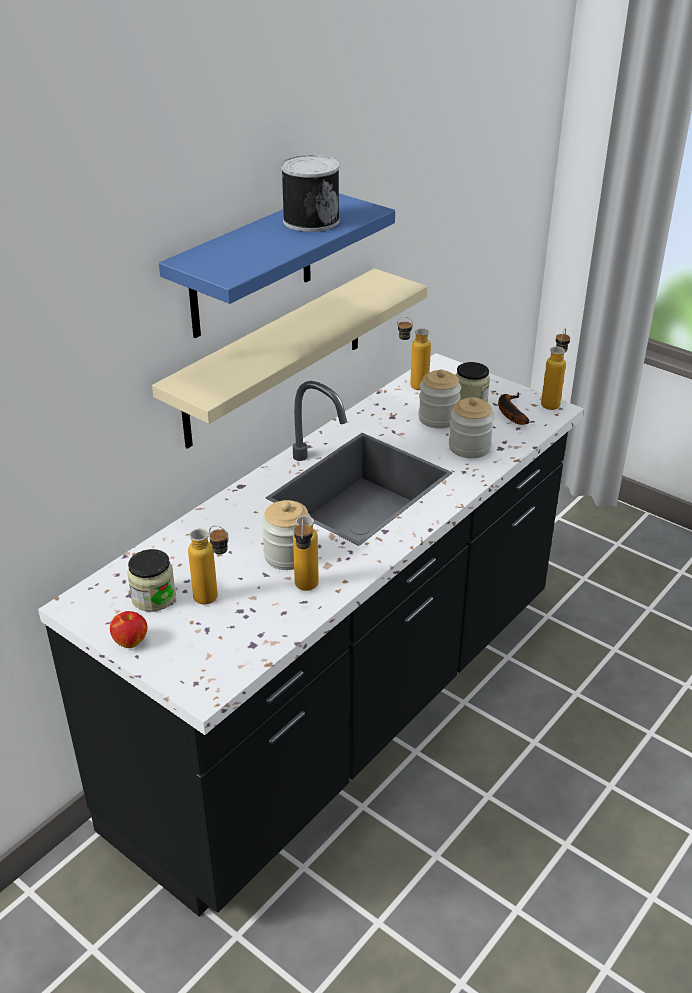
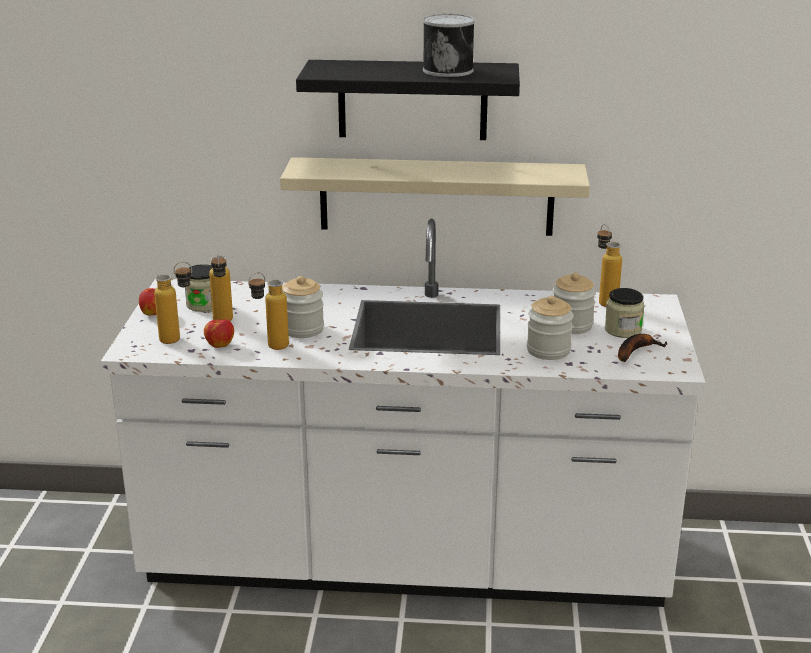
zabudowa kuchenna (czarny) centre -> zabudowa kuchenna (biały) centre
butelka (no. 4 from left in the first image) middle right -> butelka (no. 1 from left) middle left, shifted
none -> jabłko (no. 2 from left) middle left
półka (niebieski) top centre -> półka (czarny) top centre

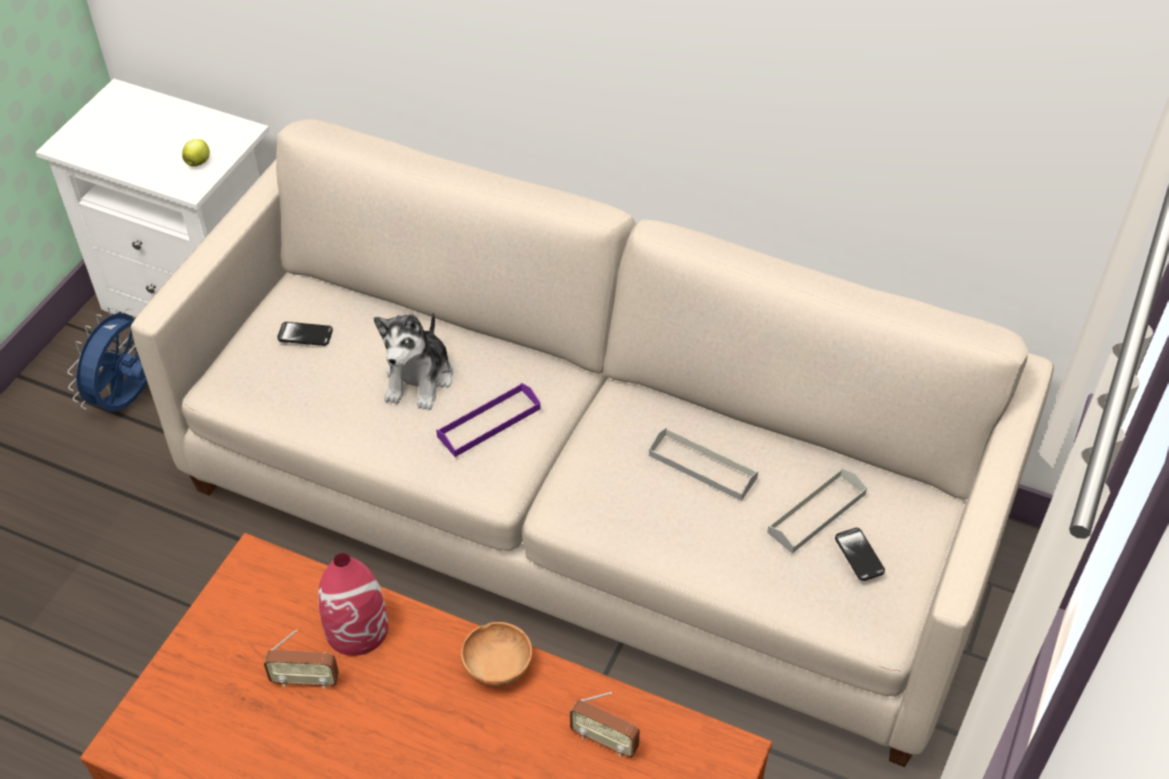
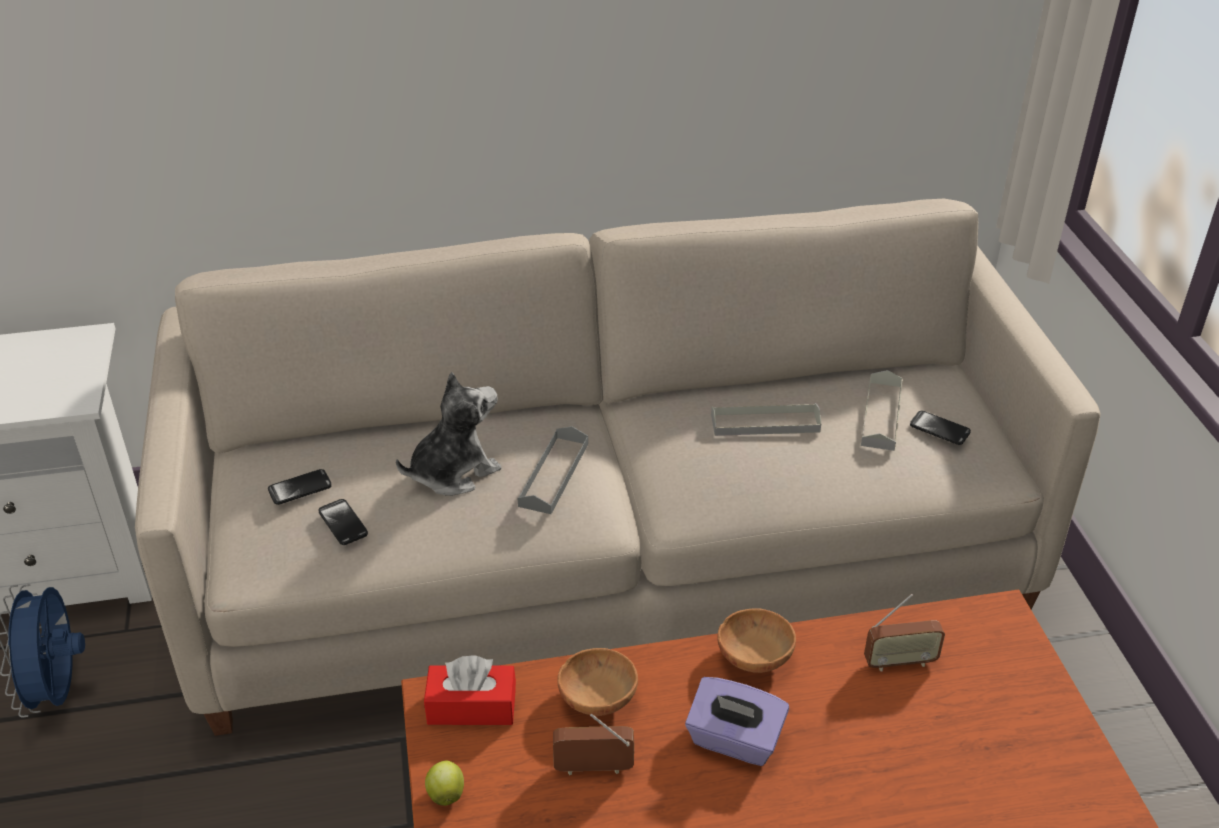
none -> telefon (no. 2 from left) middle left
pluszak centre, 105 degrees counterclockwise
none -> pudełko chusteczek (czerwony) bottom centre
jabłko top left -> jabłko bottom centre, shifted
taca (fioletowy) centre -> taca (szary) (no. 1 from left) centre
radio (no. 1 from left) bottom left -> radio (no. 1 from left) bottom centre, 150 degrees counterclockwise
wazon (czerwony) bottom left -> miska (brązowy) (no. 1 from left) bottom centre
none -> pudełko chusteczek (fioletowy) bottom centre

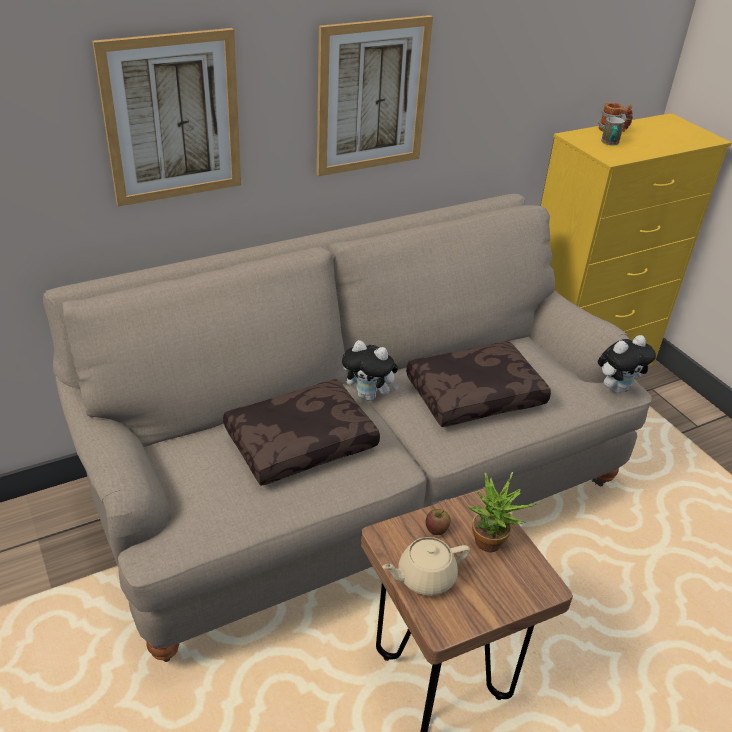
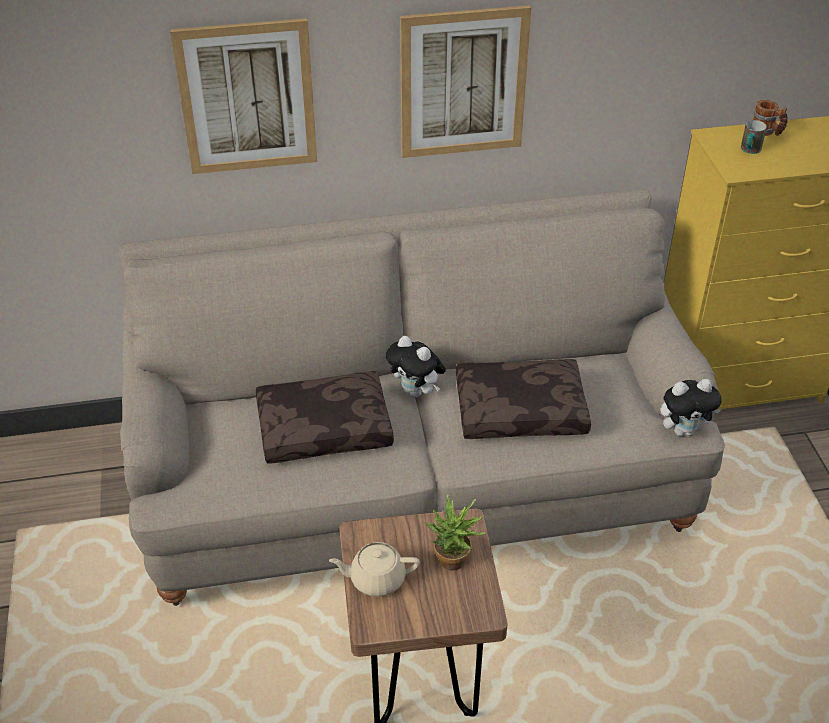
jabłko bottom centre -> none

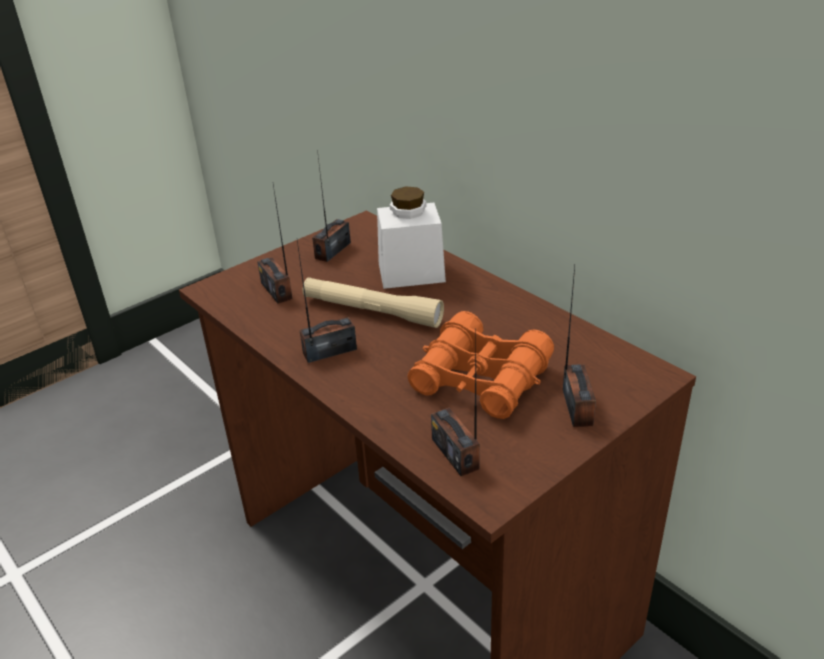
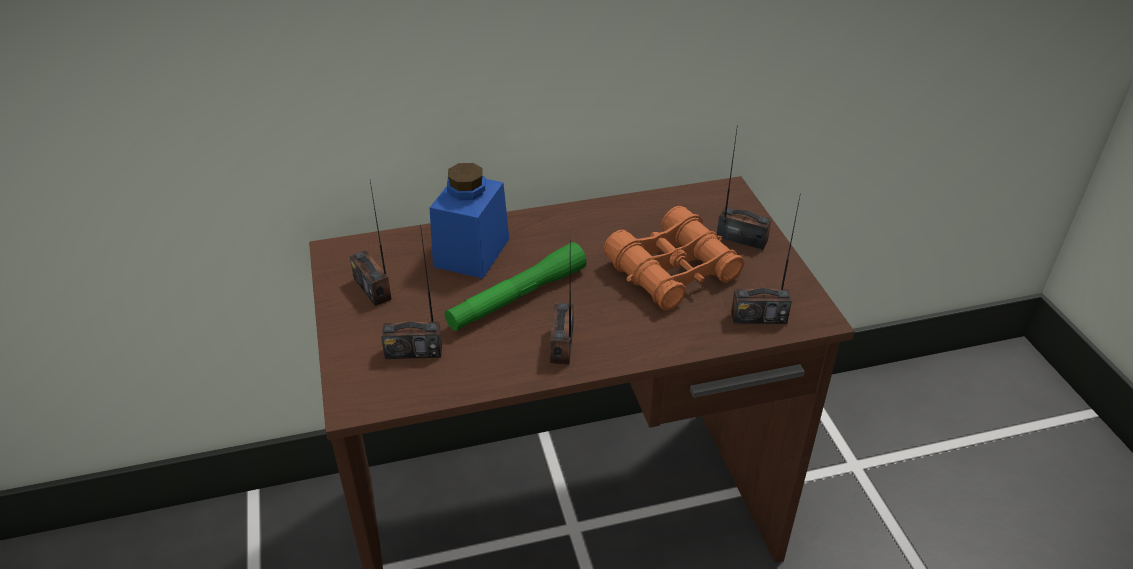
słoik (biały) centre -> słoik (niebieski) centre
latarka (beżowy) centre -> latarka (zielony) centre

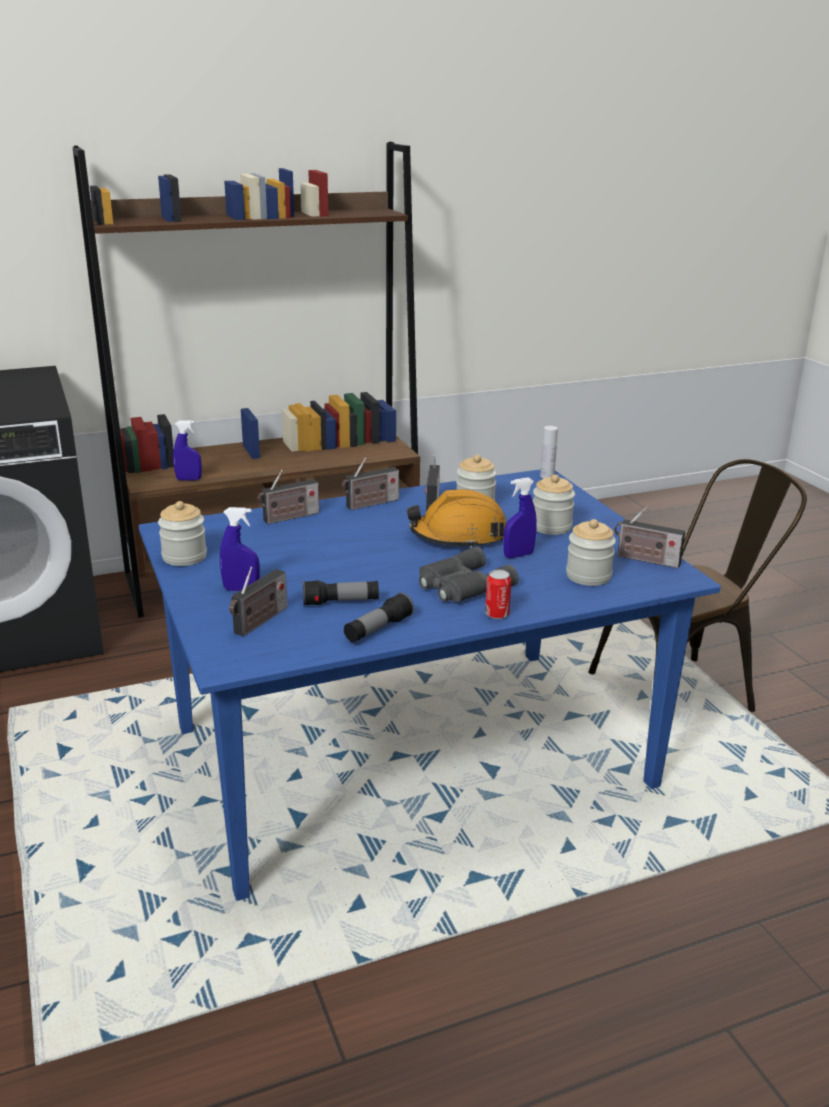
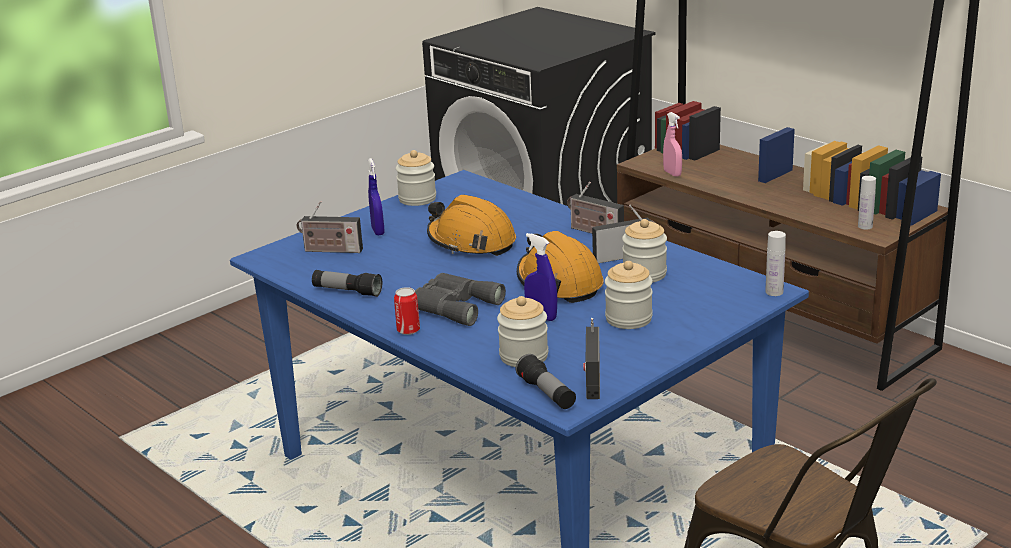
none -> kask (pomarańczowy) (no. 1 from left) centre
latarka (no. 1 from left in the first image) centre -> latarka (no. 2 from left) bottom centre, shifted
spryskiwacz (niebieski) (no. 1 from left) middle left -> spryskiwacz (różowy) top centre
none -> butelka (biały) (no. 2 from left) middle right
radio (no. 2 from left) centre -> none

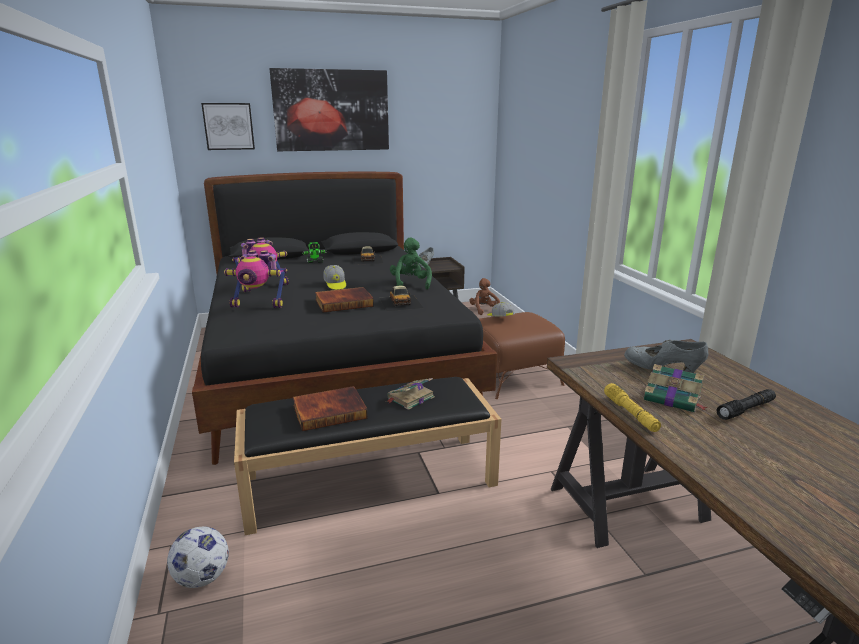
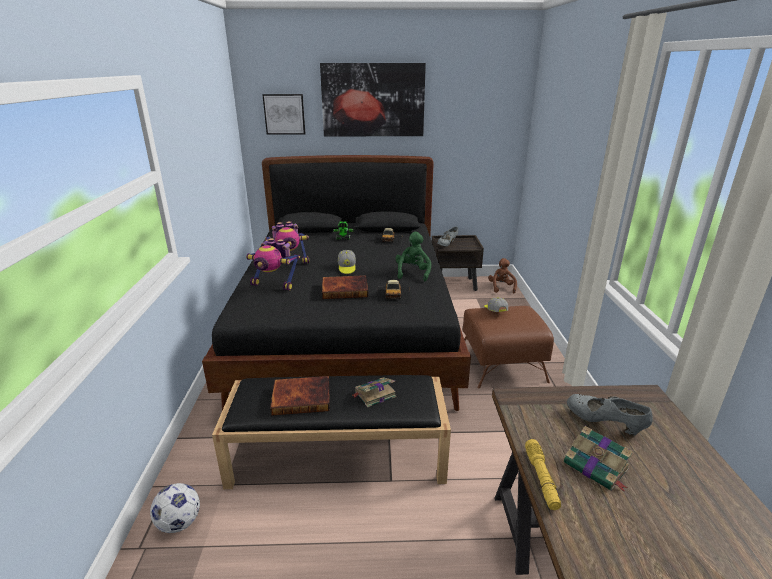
latarka (czarny) middle right -> none

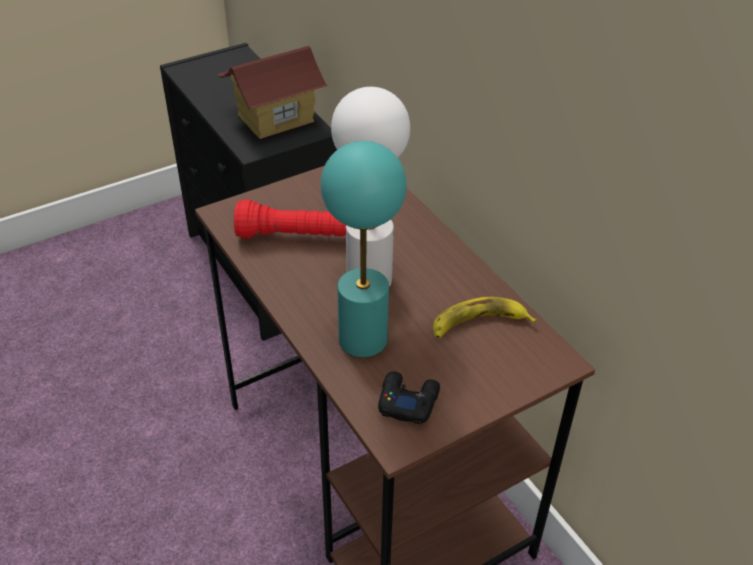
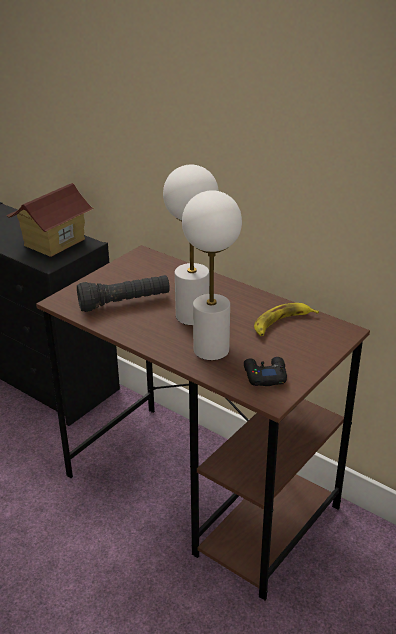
latarka (czerwony) centre -> latarka (czarny) middle left
lampa stołowa (turkusowy) centre -> lampa stołowa (biały) (no. 2 from left) centre

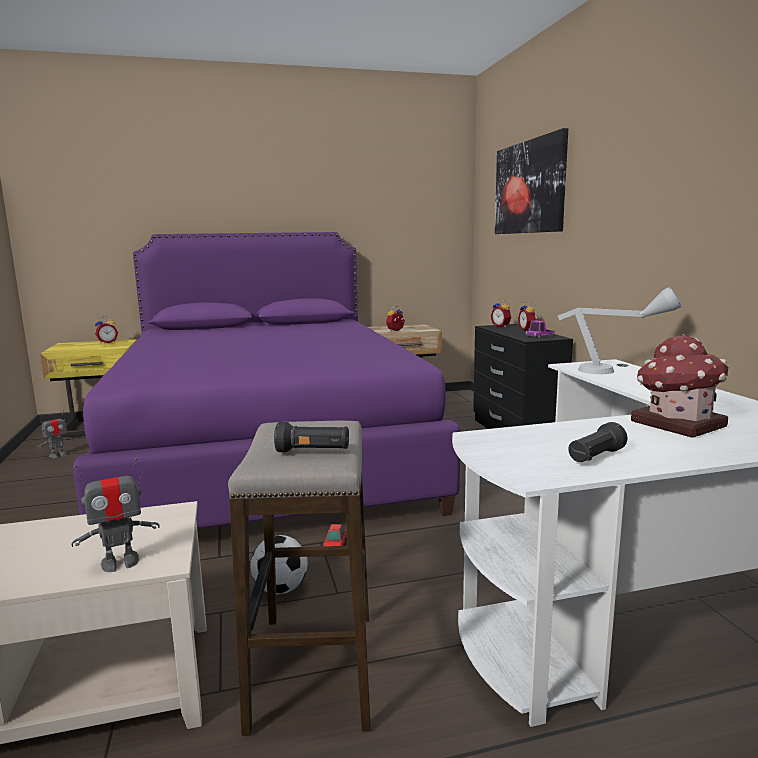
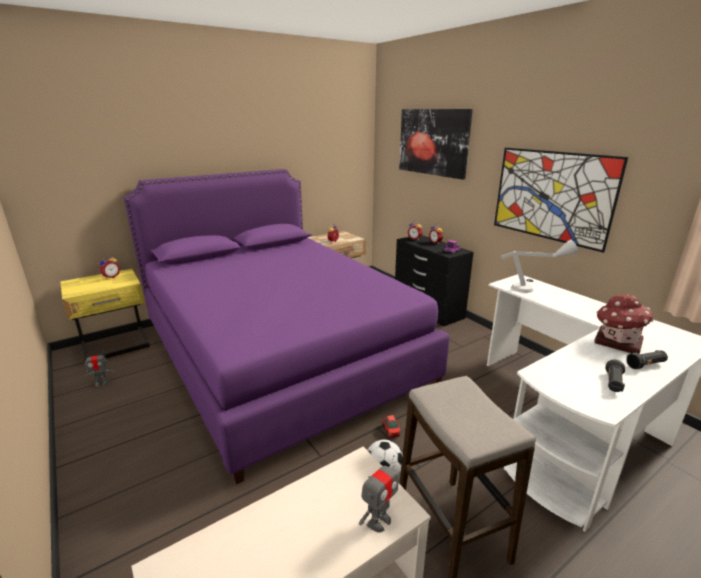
robot zabawkowy (no. 1 from left) middle left, 45 degrees clockwise
none -> obraz (no. 2 from left) middle right
latarka (czarny) (no. 1 from left in the first image) centre -> latarka (czarny) (no. 2 from left) middle right, shifted

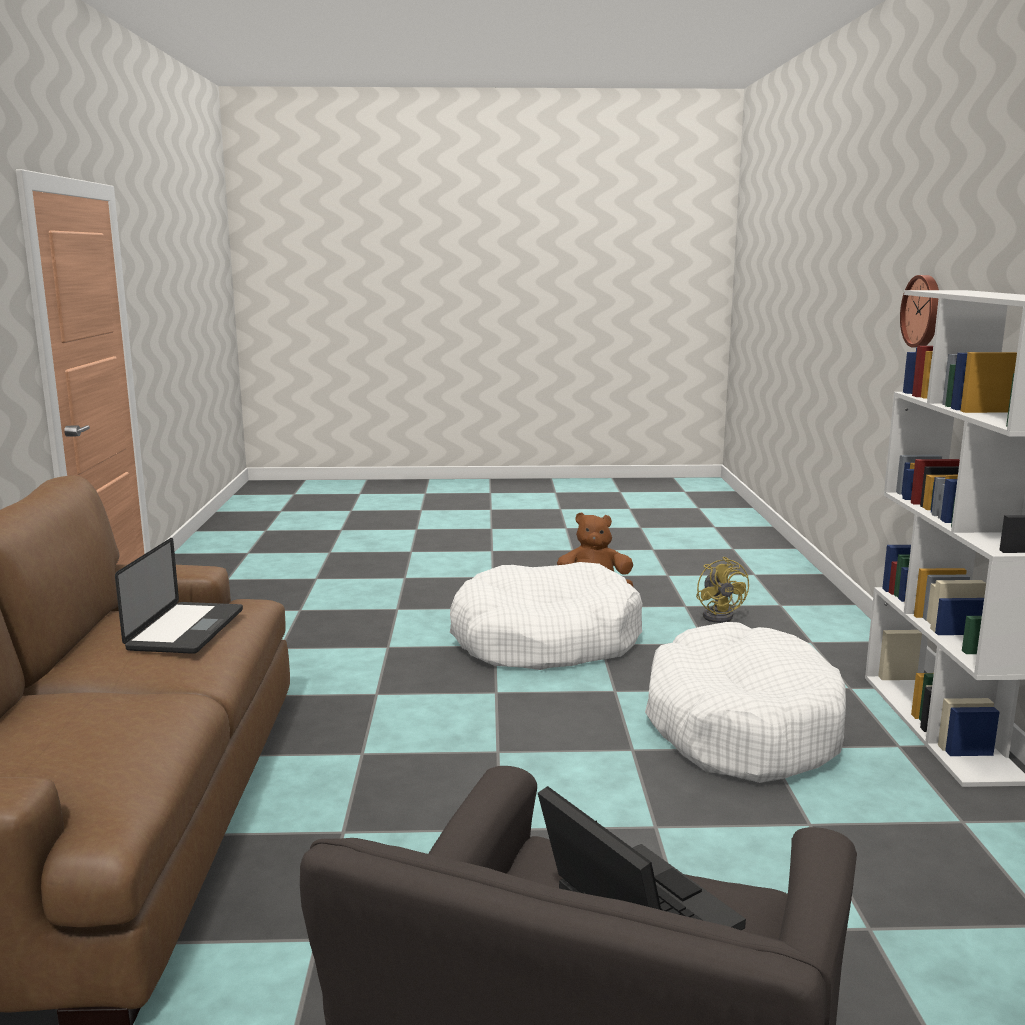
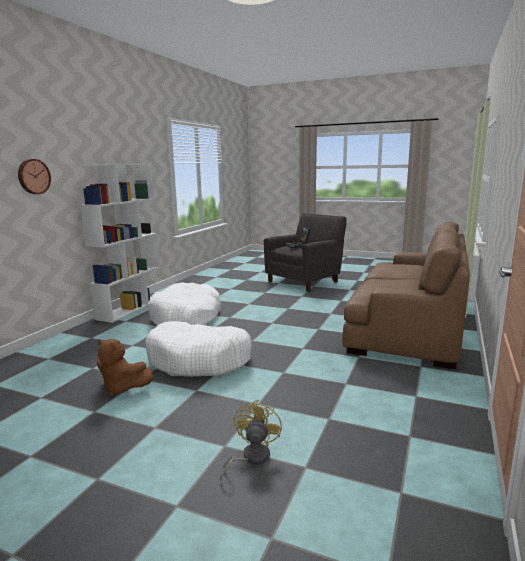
wentylator (żółty) middle right -> wentylator (żółty) bottom centre, shifted
laptop (no. 1 from left) middle left -> none

